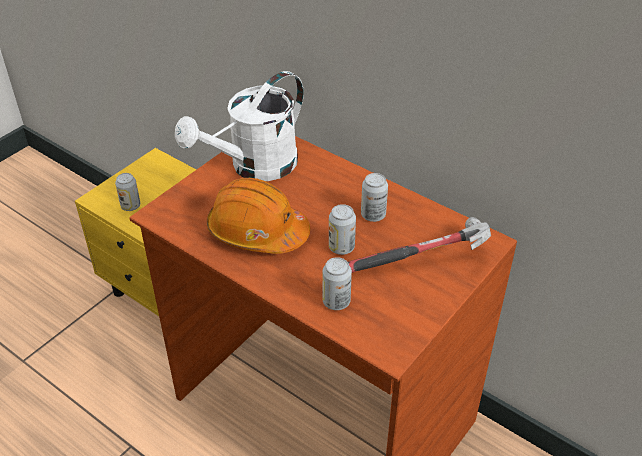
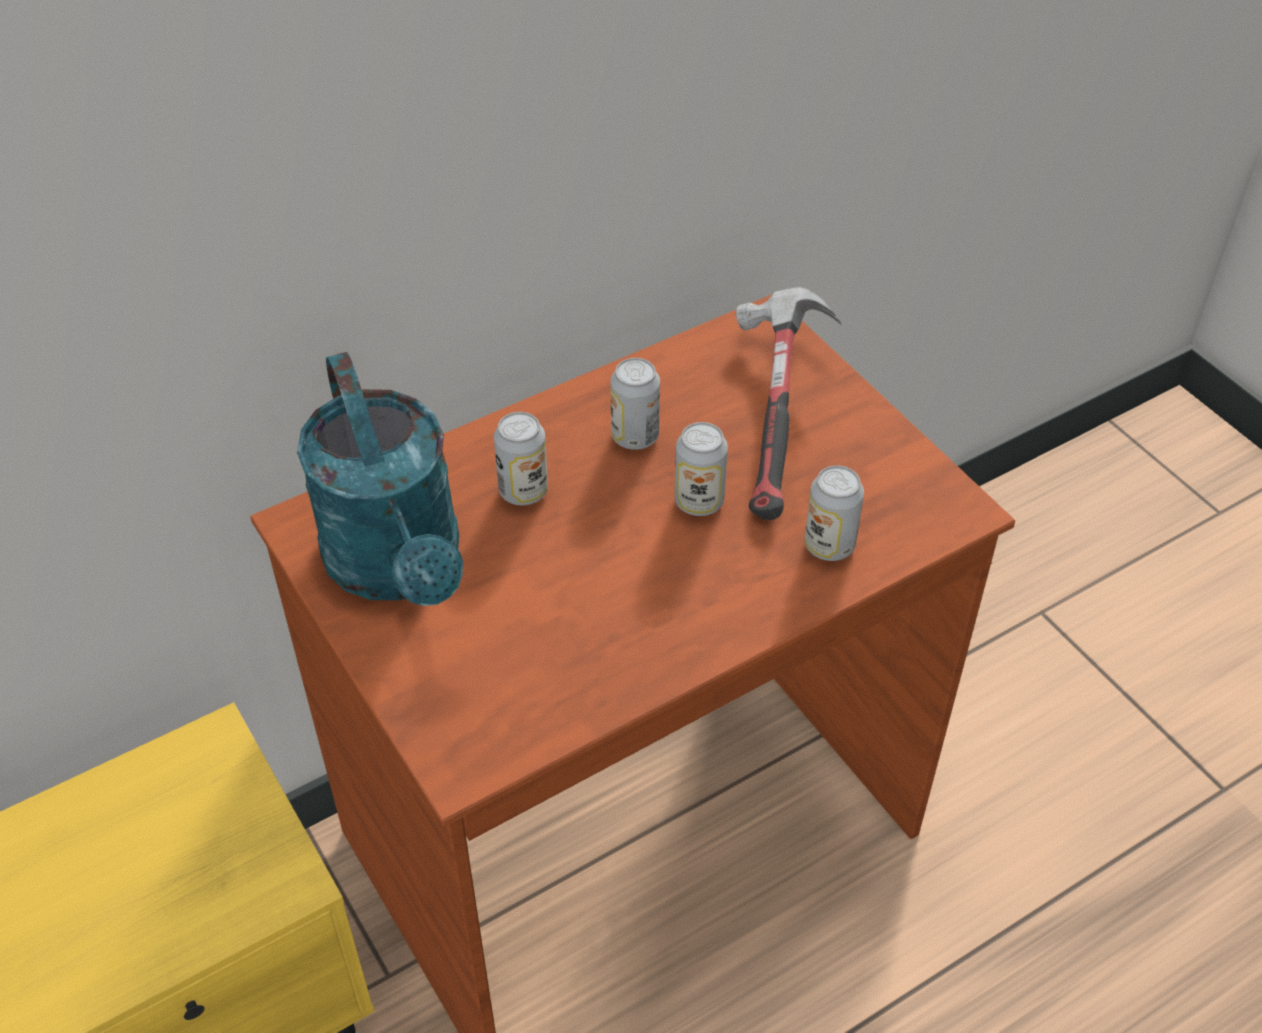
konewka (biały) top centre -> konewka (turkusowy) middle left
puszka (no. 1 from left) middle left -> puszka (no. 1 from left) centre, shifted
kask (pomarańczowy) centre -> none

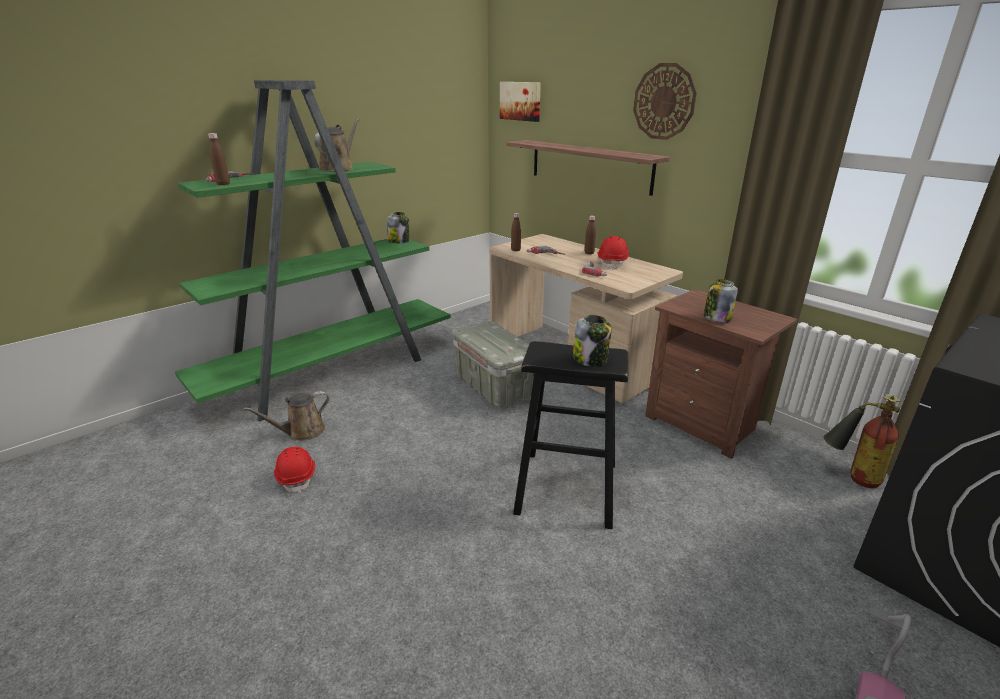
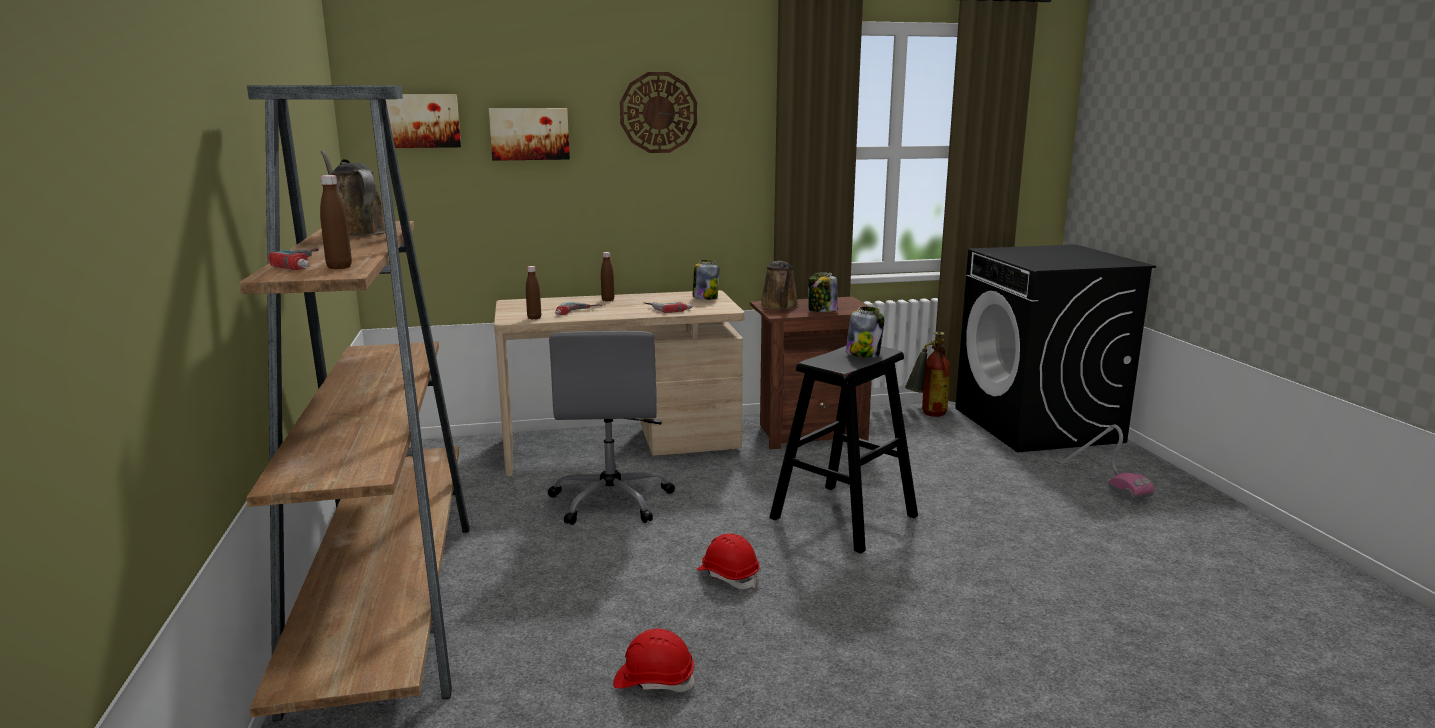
regał (zielony) middle left -> regał (brązowy) middle left
none -> obraz (no. 2 from left) top centre
pojemnik do przechowywania (szary) centre -> krzesło biurowe (szary) centre
słoik (no. 1 from left) top centre -> słoik (no. 1 from left) centre, shifted
kask (czerwony) (no. 2 from left) centre -> kask (czerwony) (no. 2 from left) bottom centre, shifted
konewka (brązowy) (no. 1 from left in the first image) middle left -> konewka (brązowy) (no. 2 from left) centre, shifted
półka top centre -> none

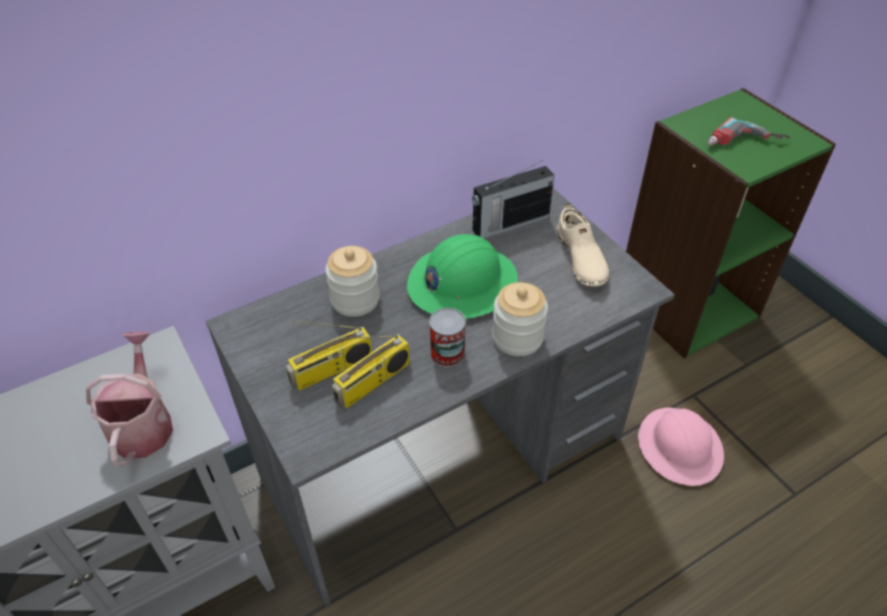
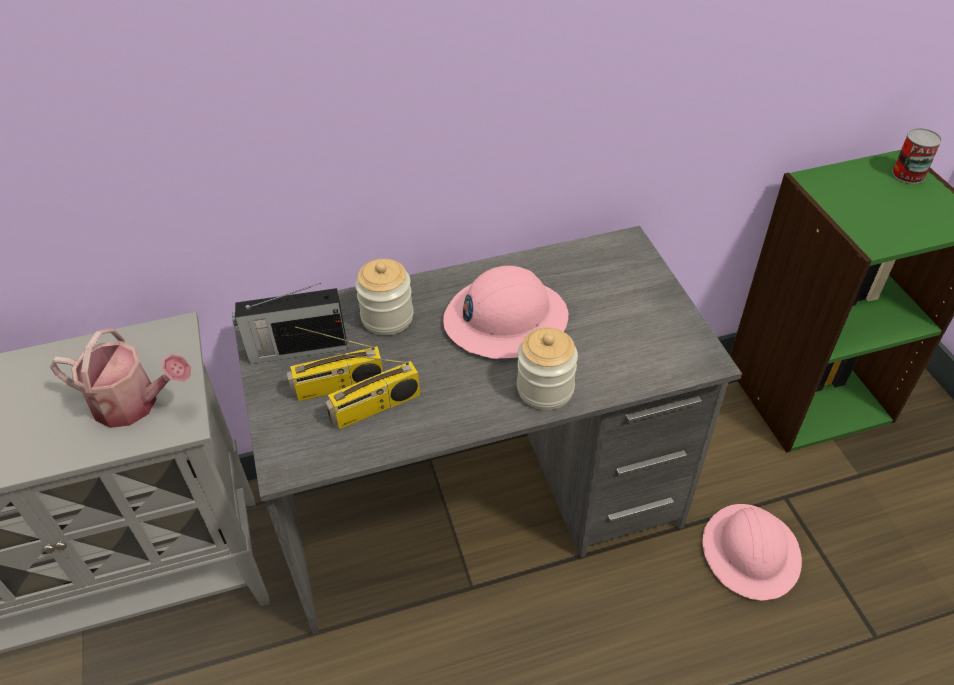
konewka middle left, 90 degrees clockwise
radio (no. 3 from left in the first image) top centre -> radio (no. 1 from left) middle left, shifted
kask (zielony) centre -> kask (różowy) (no. 1 from left) centre
puszka centre -> puszka top right, shifted
but (beżowy) centre -> none
wiertarka top right -> none

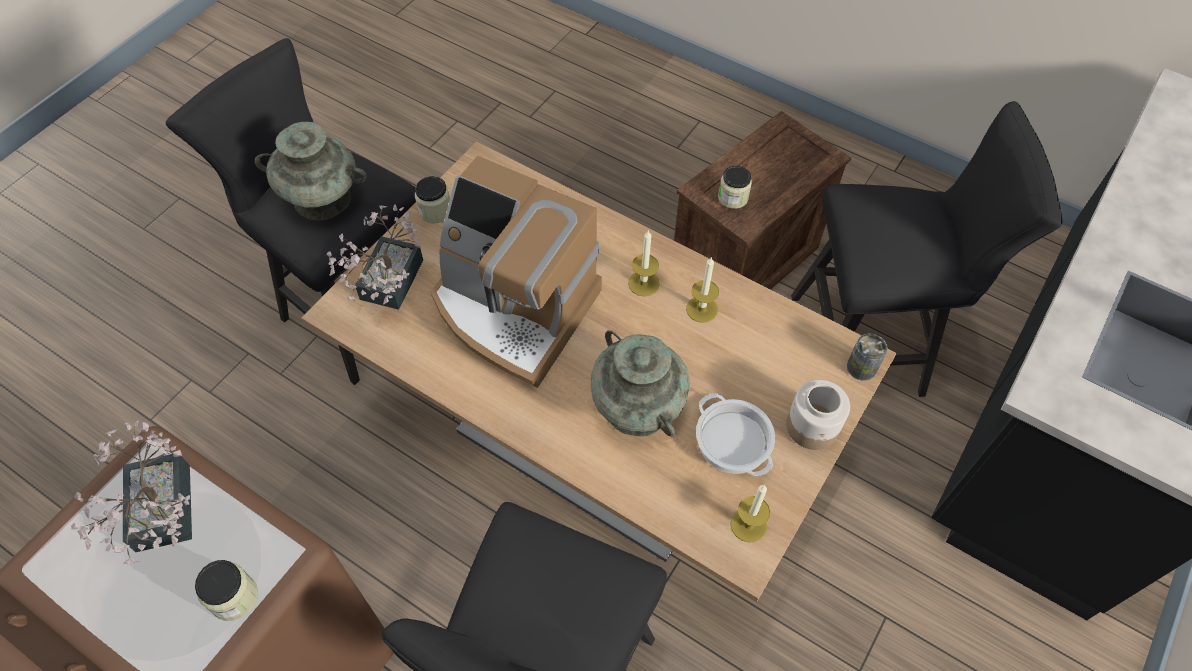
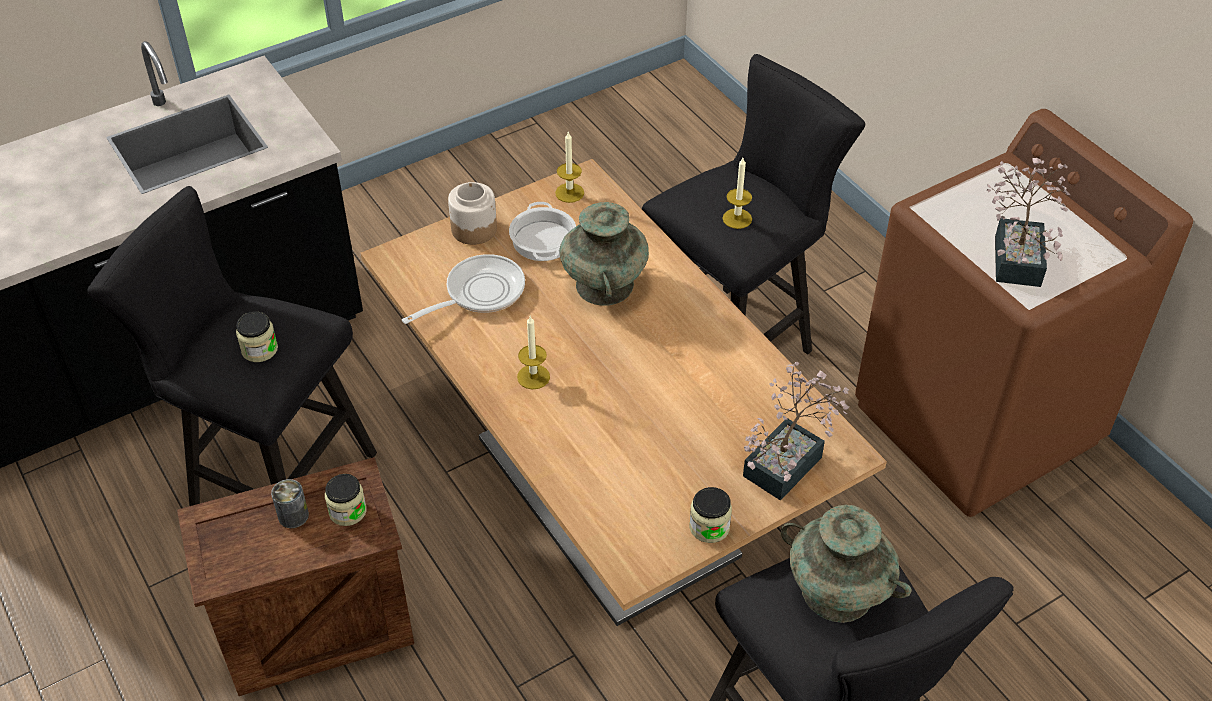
słoik (no. 1 from left) bottom left -> słoik (no. 1 from left) middle left, shifted
puszka middle right -> puszka bottom left, shifted
none -> patelnia centre
świeca (no. 2 from left in the first image) centre -> świeca (no. 3 from left) top centre, shifted
ekspres do kawy centre -> none

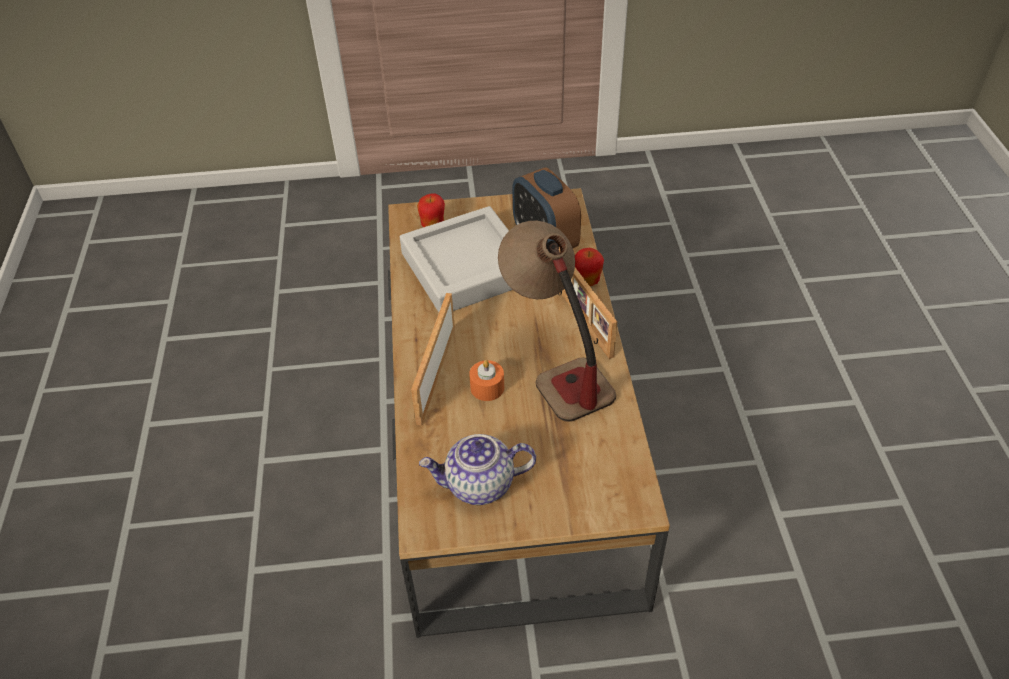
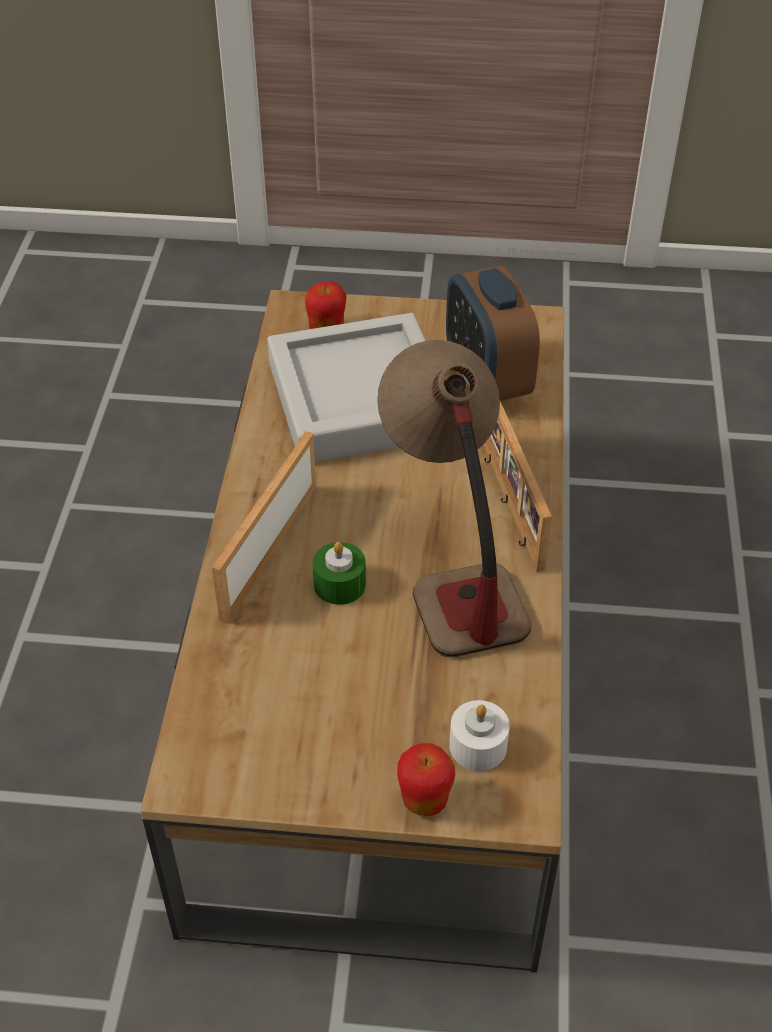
świeca (pomarańczowy) centre -> świeca (zielony) centre
jabłko (no. 2 from left) centre -> jabłko (no. 2 from left) bottom centre, shifted
none -> świeca (biały) bottom centre
imbryk bottom centre -> none

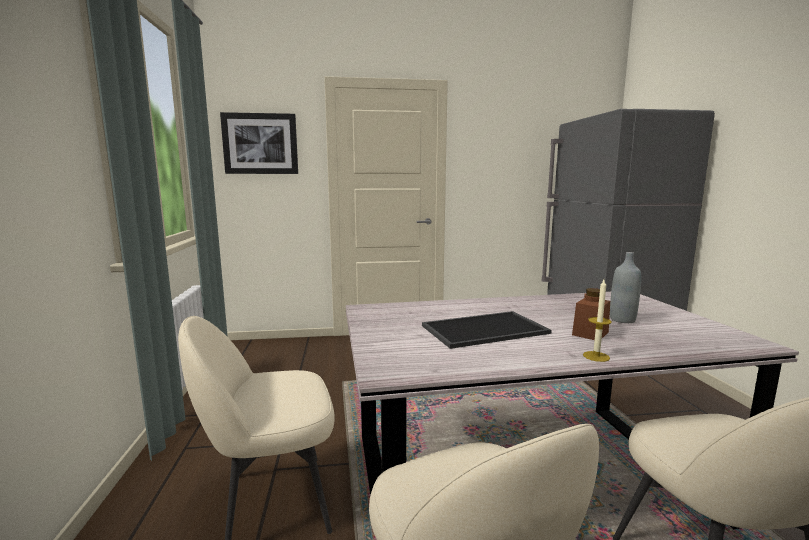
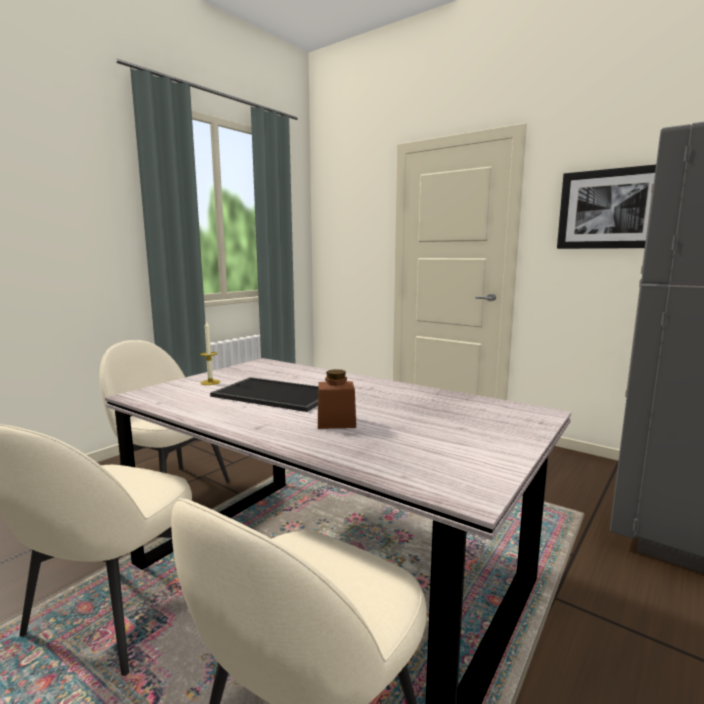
świeca middle right -> świeca middle left, shifted
obraz top left -> obraz top right, shifted
butelka (szary) middle right -> none

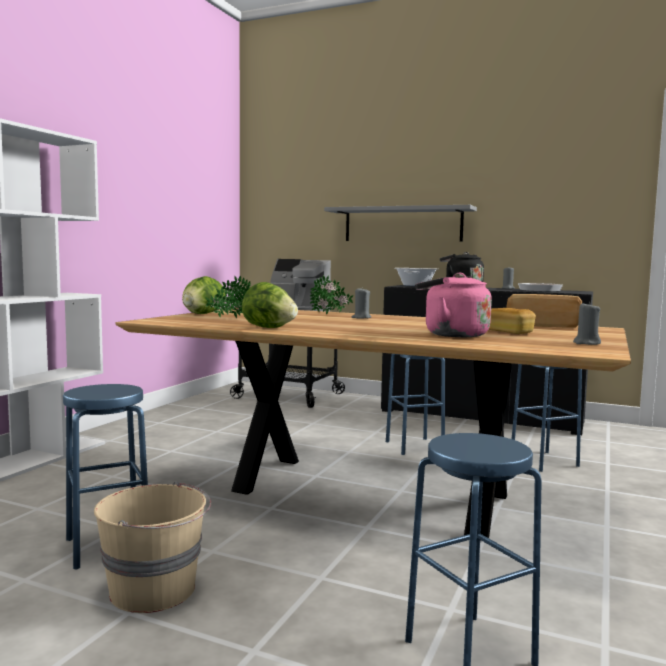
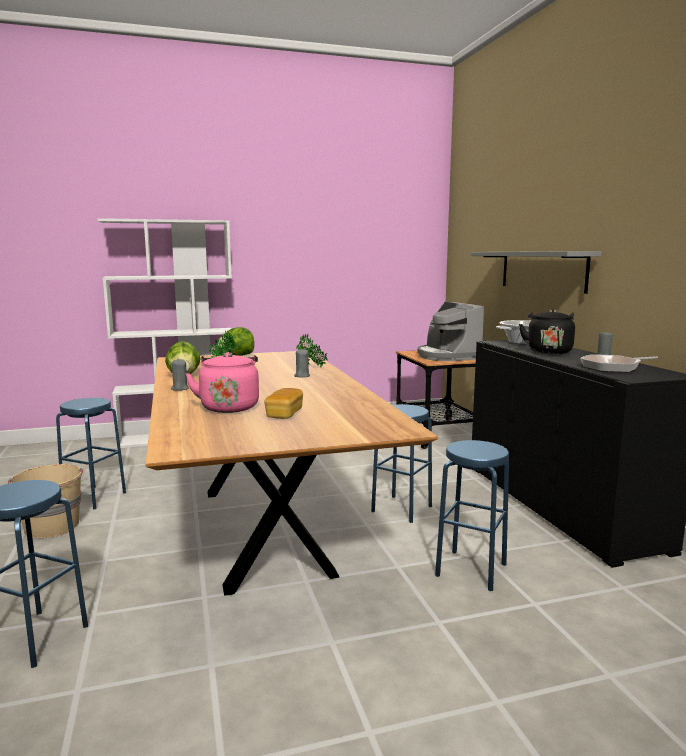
świeca (szary) (no. 3 from left in the first image) middle right -> świeca (szary) (no. 1 from left) middle left, shifted
chleb (no. 2 from left) middle right -> none

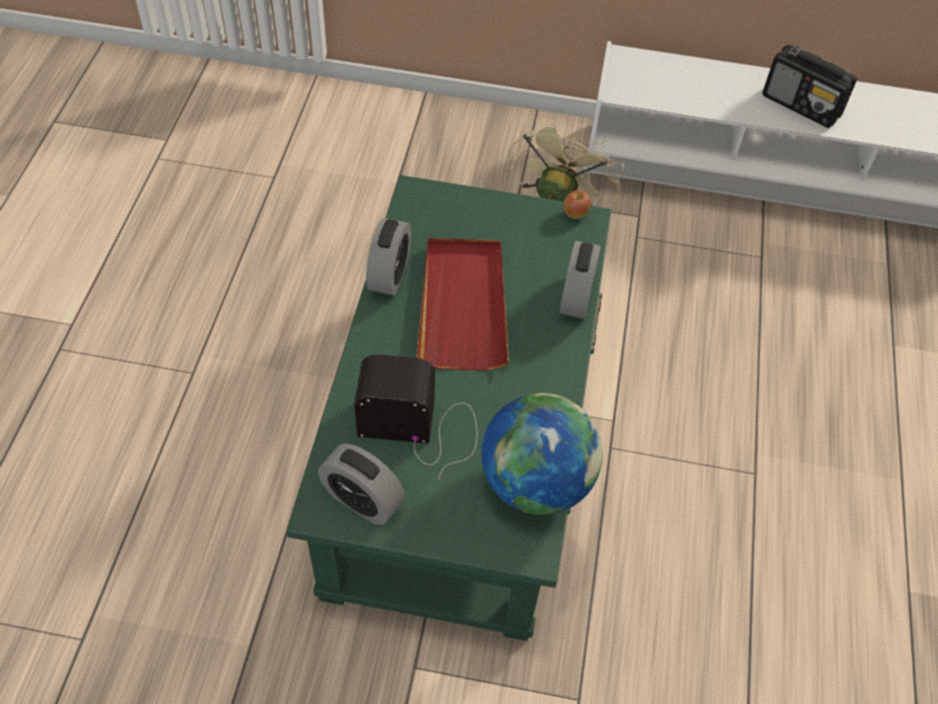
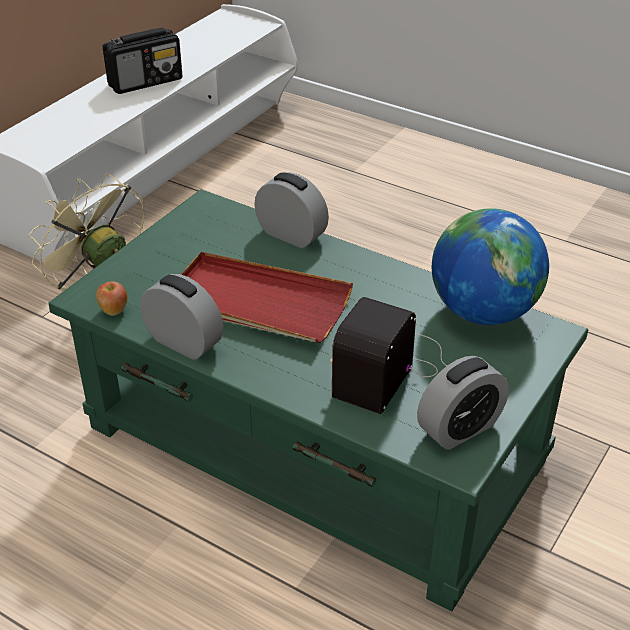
jabłko top centre -> jabłko middle left, shifted

